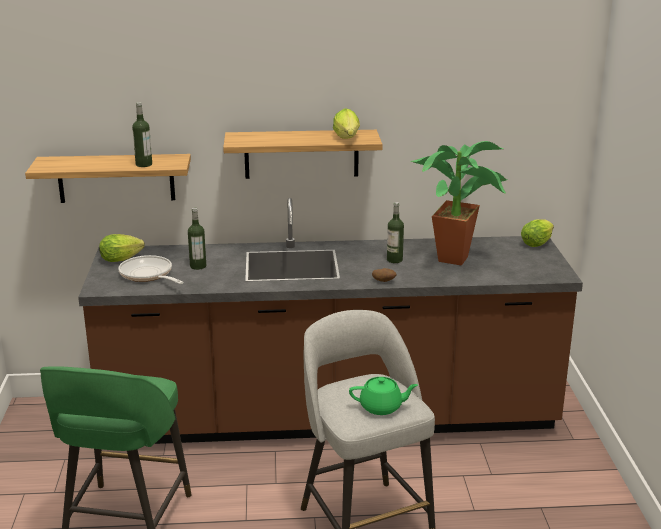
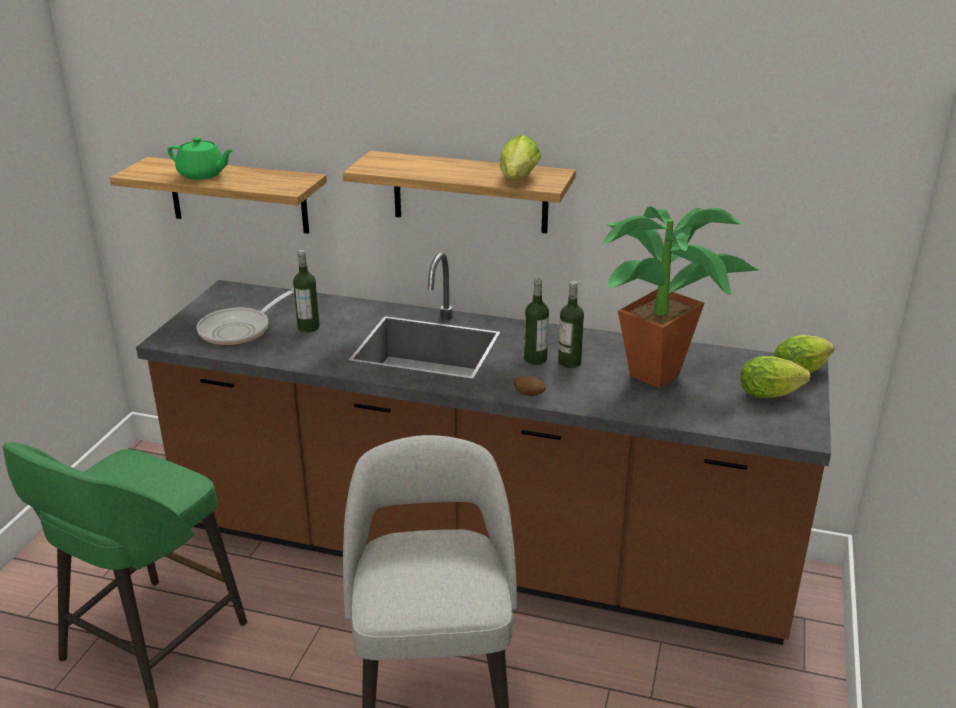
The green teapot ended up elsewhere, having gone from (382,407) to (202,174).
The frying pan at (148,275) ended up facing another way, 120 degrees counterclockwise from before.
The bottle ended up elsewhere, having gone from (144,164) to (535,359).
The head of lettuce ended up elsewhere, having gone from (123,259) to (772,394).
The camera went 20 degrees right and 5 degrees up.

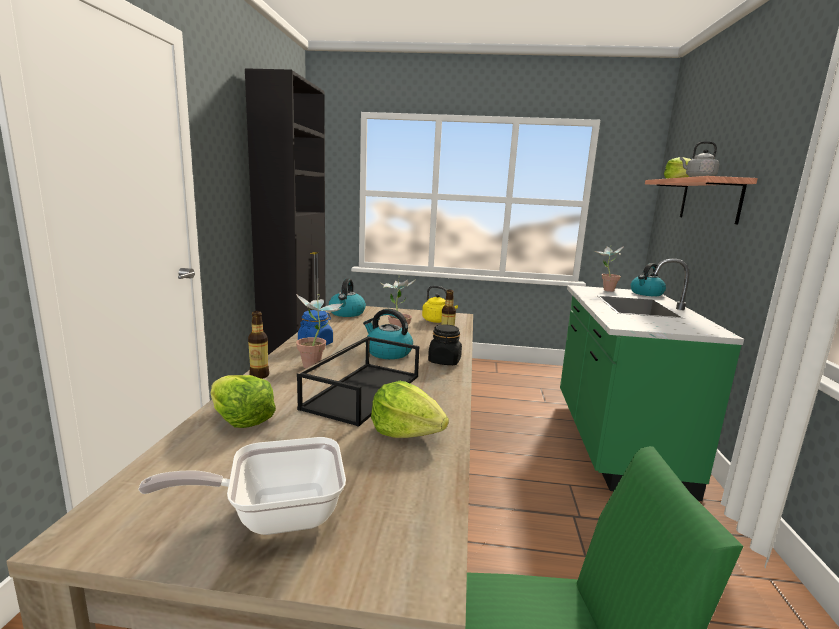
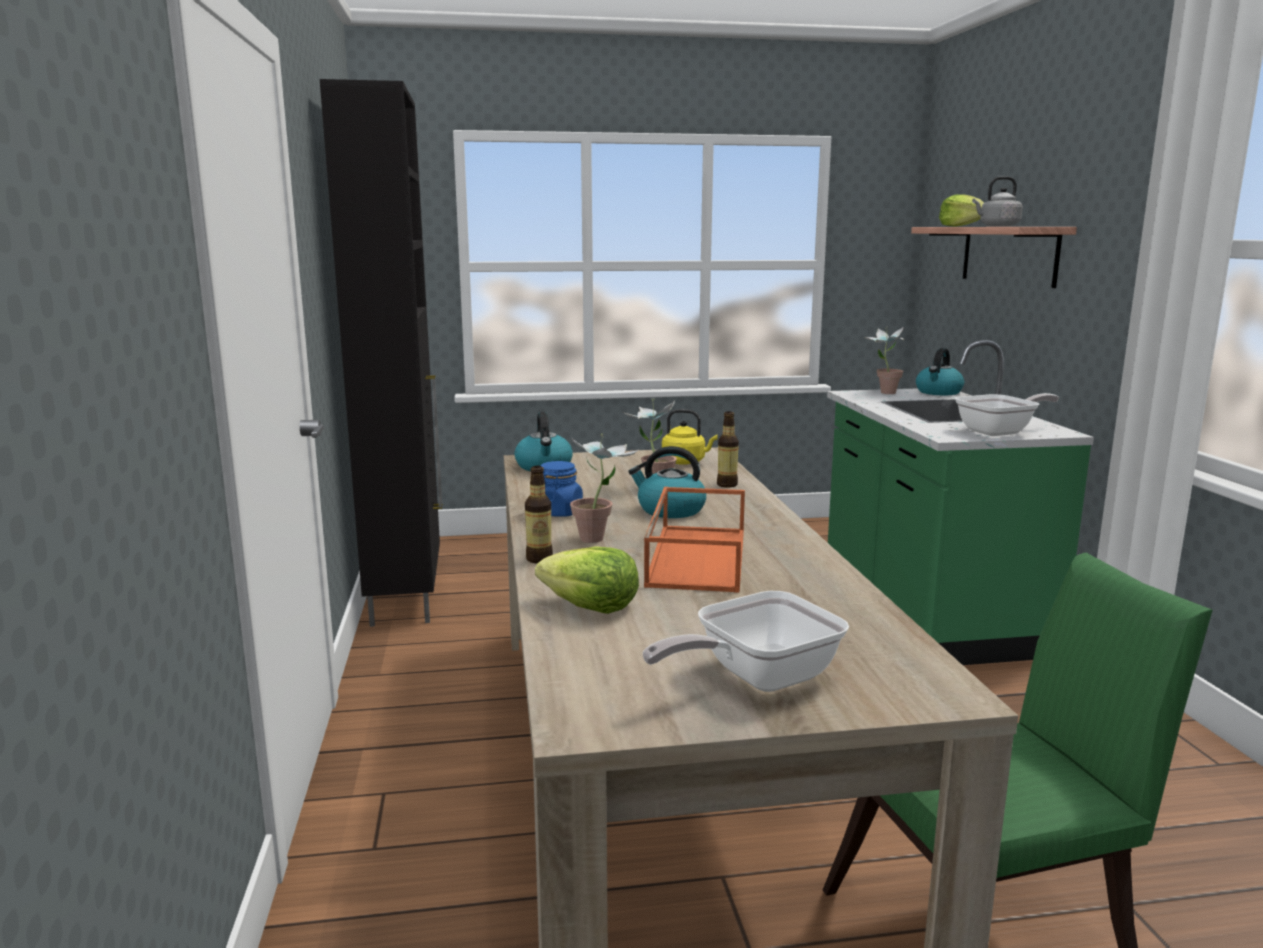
What was the black-coloured carrying tray at (362,391) turned into the orangey carrying tray at (695,557).
The second view gained the frying pan at (1000,432).
The second view lost the head of lettuce at (406,431).
The second view lost the black-coloured storage jar at (444,361).
The camera went 15 degrees left and 0 degrees up.

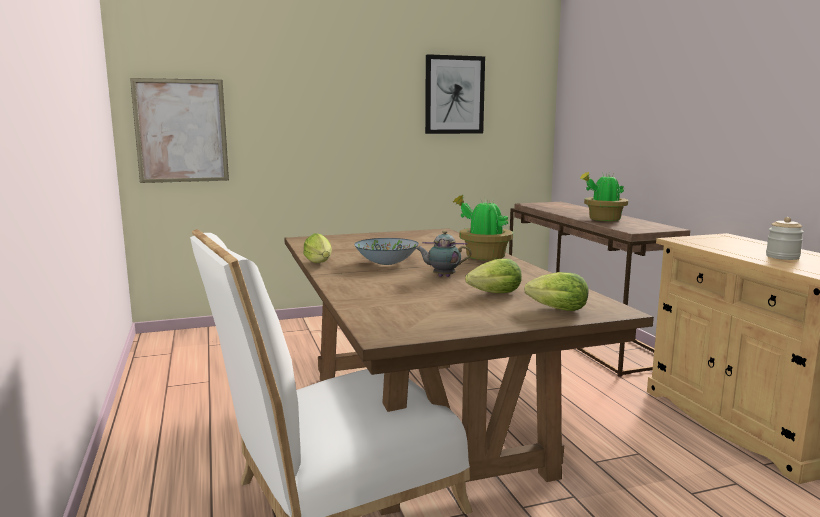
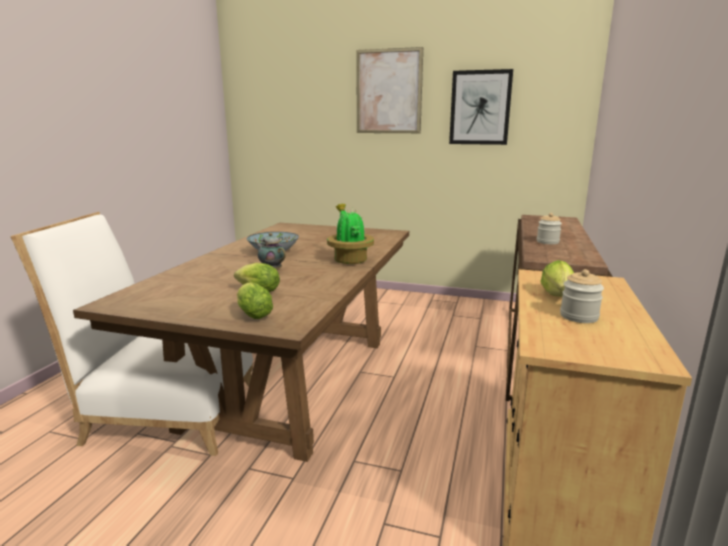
The wall art ended up elsewhere, having gone from (181,131) to (388,92).
Where the houseplant stood at (603,220), the storage jar came to stand at (547,242).
The head of lettuce ended up elsewhere, having gone from (320,263) to (558,297).
The camera went 35 degrees right and 5 degrees up.

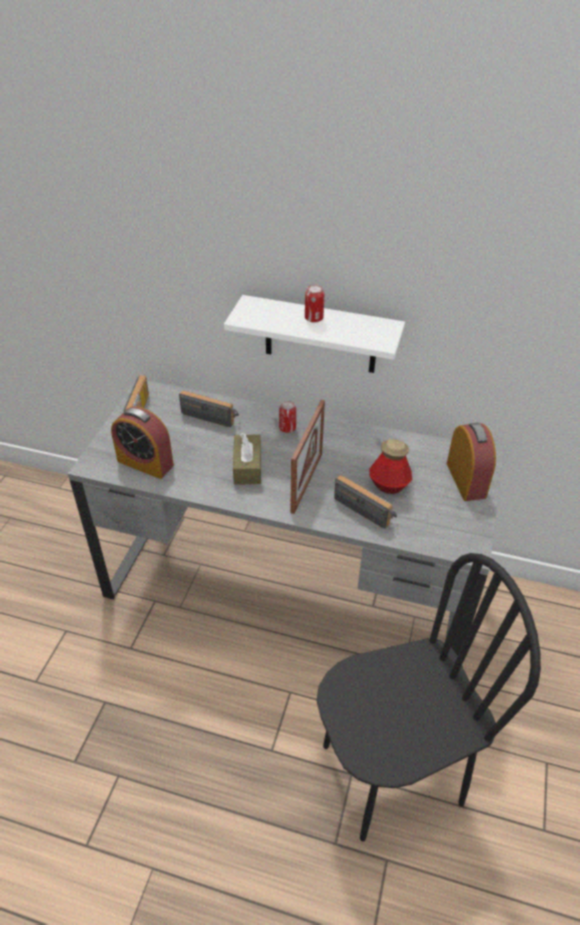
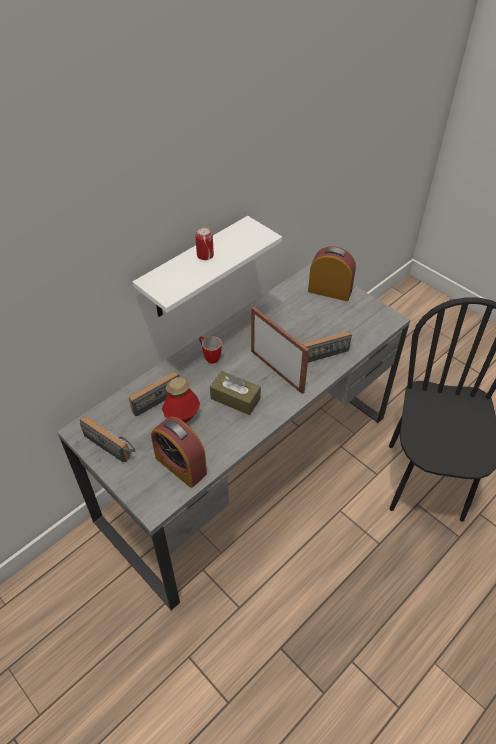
The alarm clock at (145,463) ended up facing another way, 75 degrees clockwise from before.
The bottle ended up elsewhere, having gone from (389,485) to (182,415).
Where the sealed can stood at (287,428), the coffee mug came to stand at (209,356).
The camera went 60 degrees left and 5 degrees up.

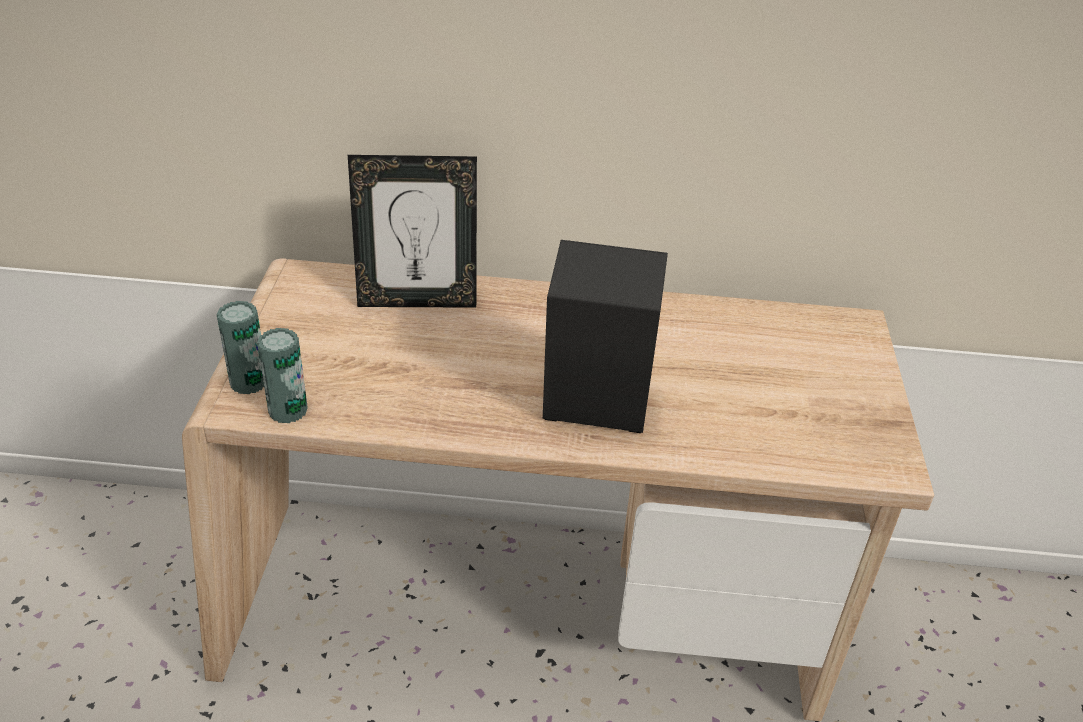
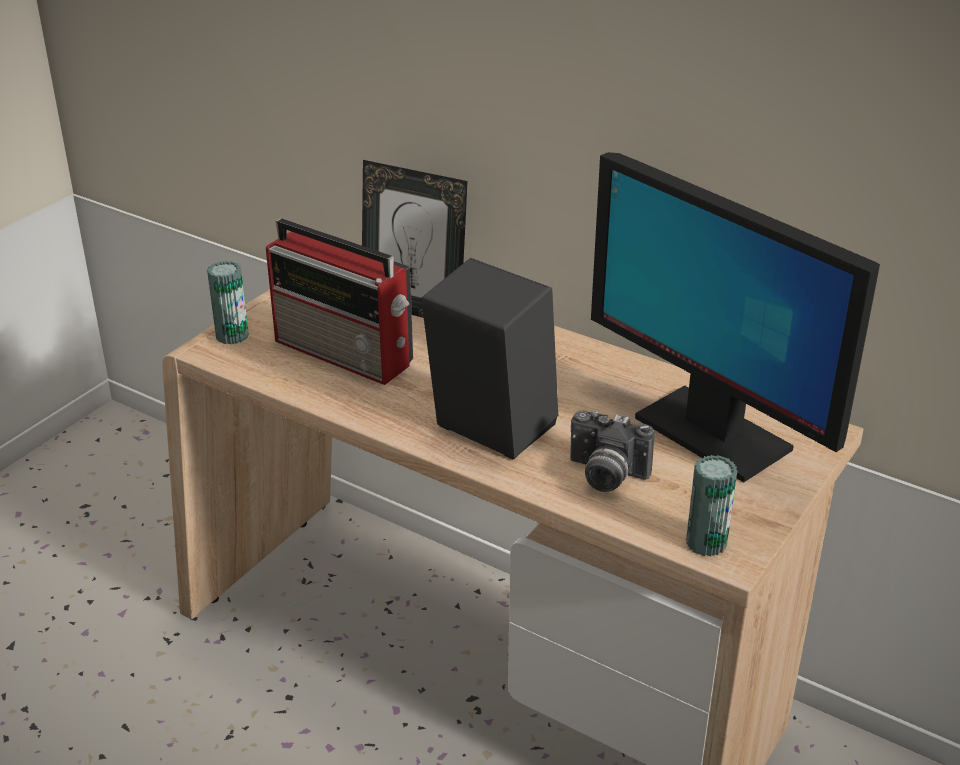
The second view gained the radio at (346,353).
The second view gained the photo camera at (605,475).
The second view gained the computer screen at (711,433).
The sealed can ended up elsewhere, having gone from (288,410) to (706,543).
The camera went 30 degrees right and 5 degrees down.

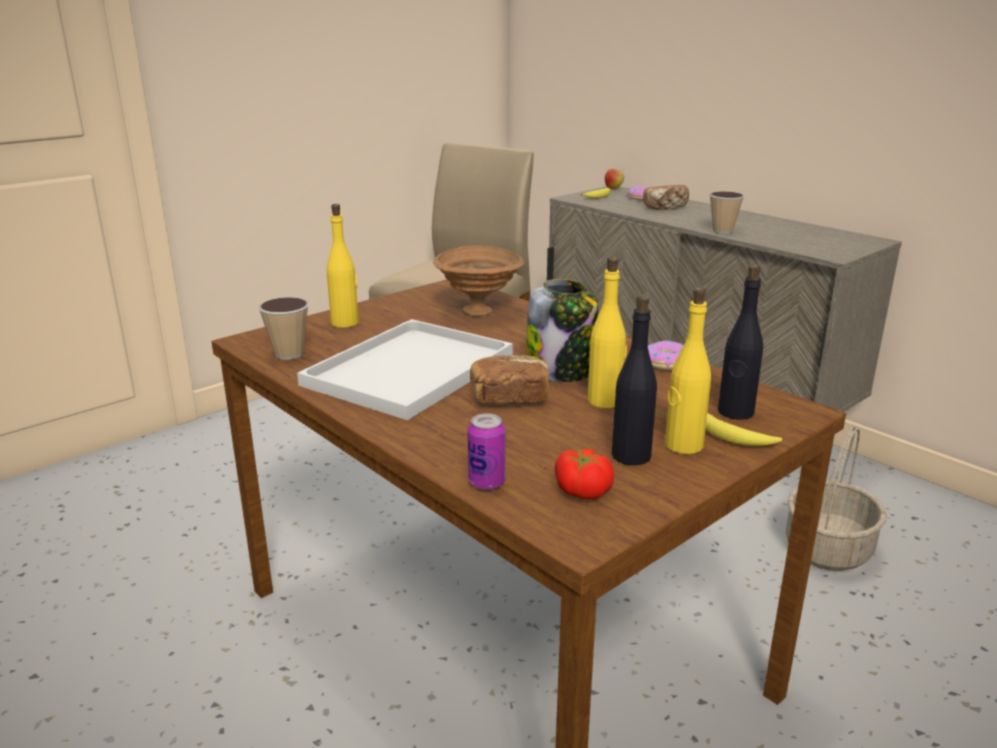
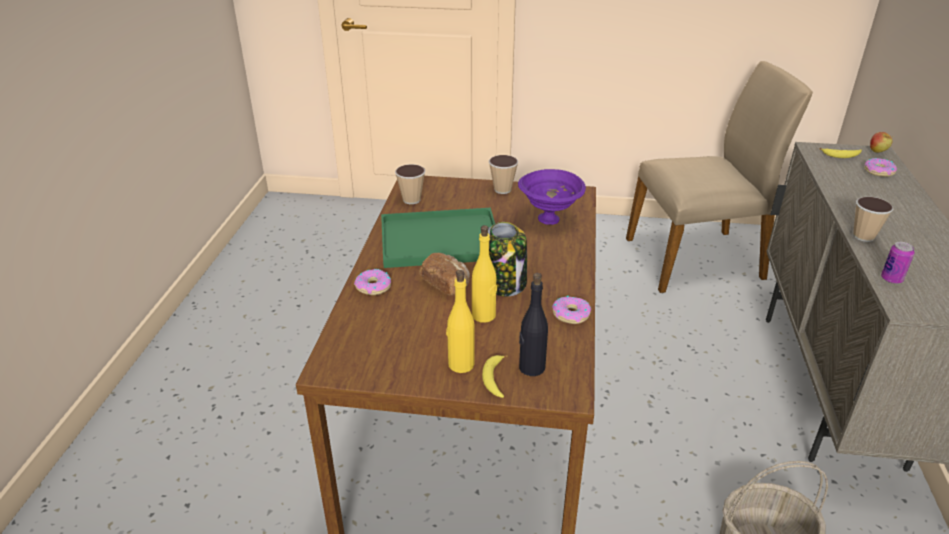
The second view gained the doughnut at (373,287).
What was the whitish carrying tray at (409,371) turned into the green carrying tray at (437,240).
The second view gained the small cup at (502,189).
What was the brown serving bowl at (480,311) turned into the purple serving bowl at (550,220).
The sealed can ended up elsewhere, having gone from (486,482) to (891,279).
The second view lost the yellowish bottle at (345,323).
The second view lost the tomato at (583,490).
The second view lost the black-coloured bottle at (631,455).
The second view lost the bread at (665,208).
The camera went 50 degrees right and 10 degrees up.

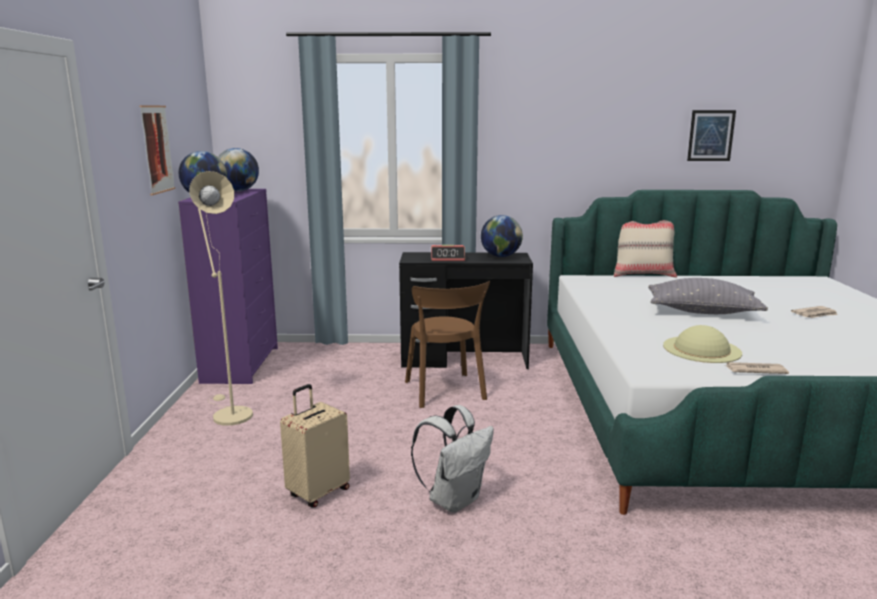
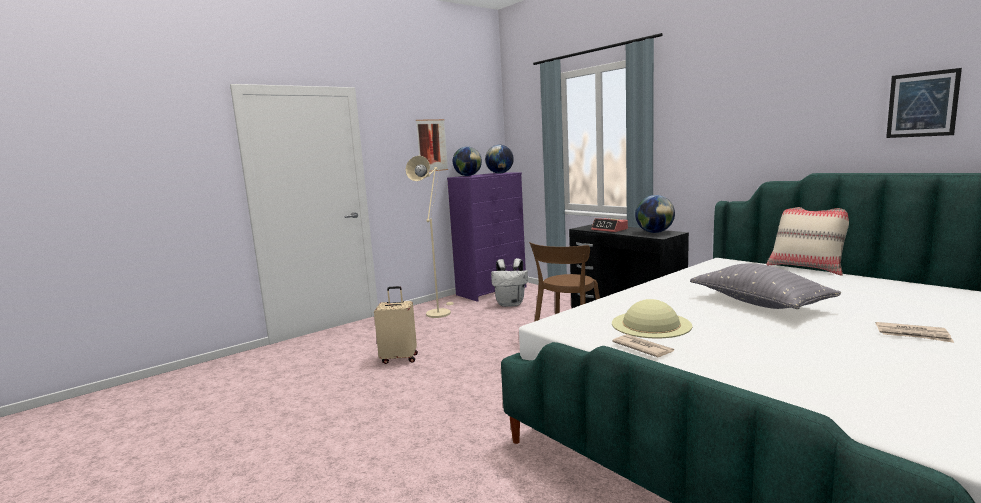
The whitish rucksack ended up elsewhere, having gone from (454,499) to (511,304).
The camera went 50 degrees right and 5 degrees down.

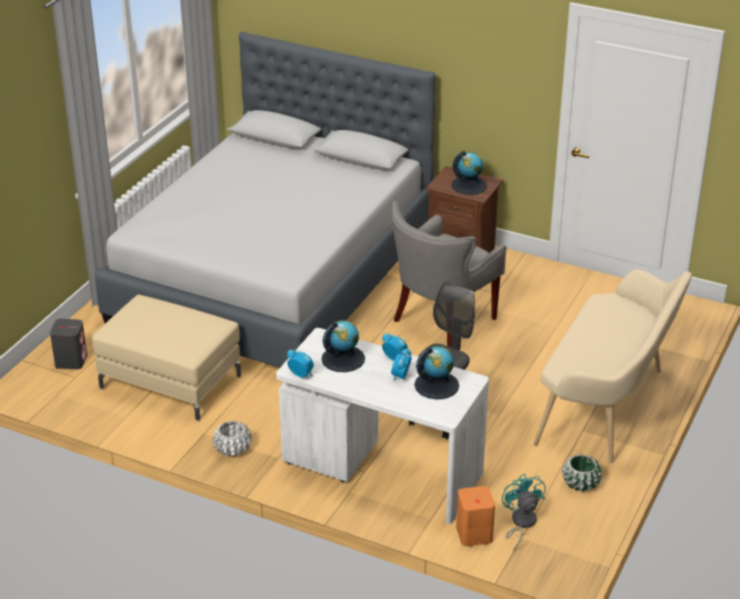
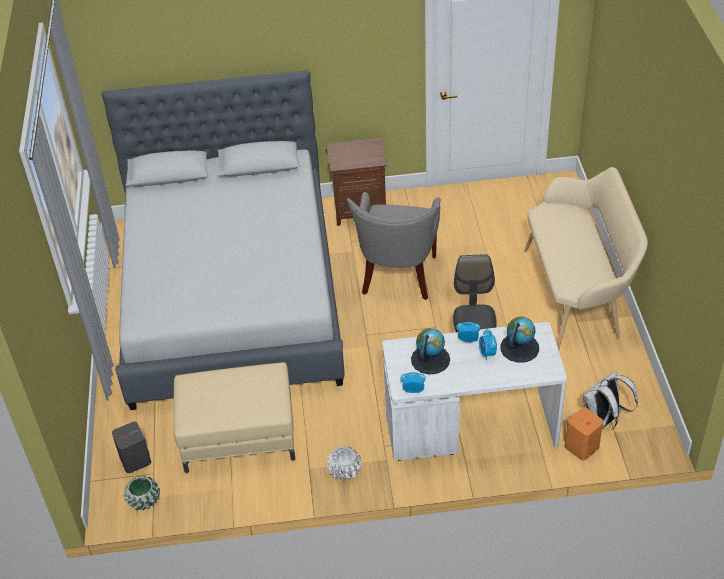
The green planter ended up elsewhere, having gone from (580,483) to (144,500).
Where the turquoise-coloured cooling fan stood at (521,523), the whitish rucksack came to stand at (604,420).
The second view lost the desk globe at (469,185).
The camera went 30 degrees left and 10 degrees up.

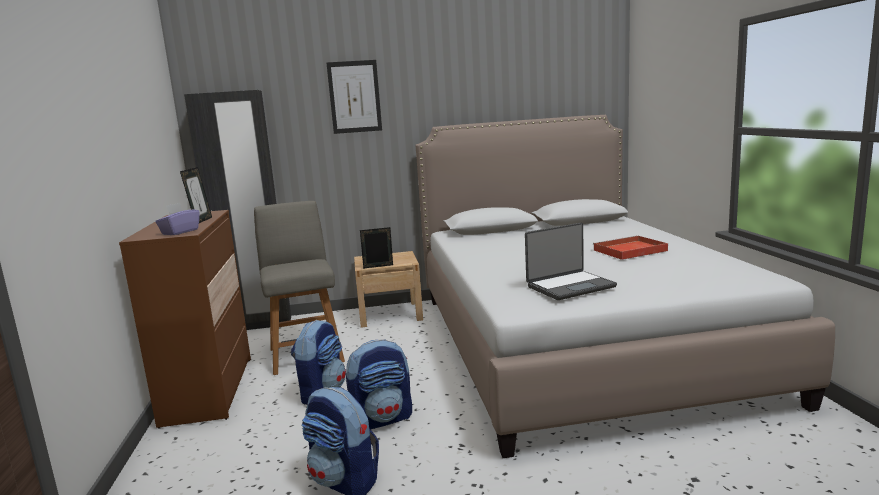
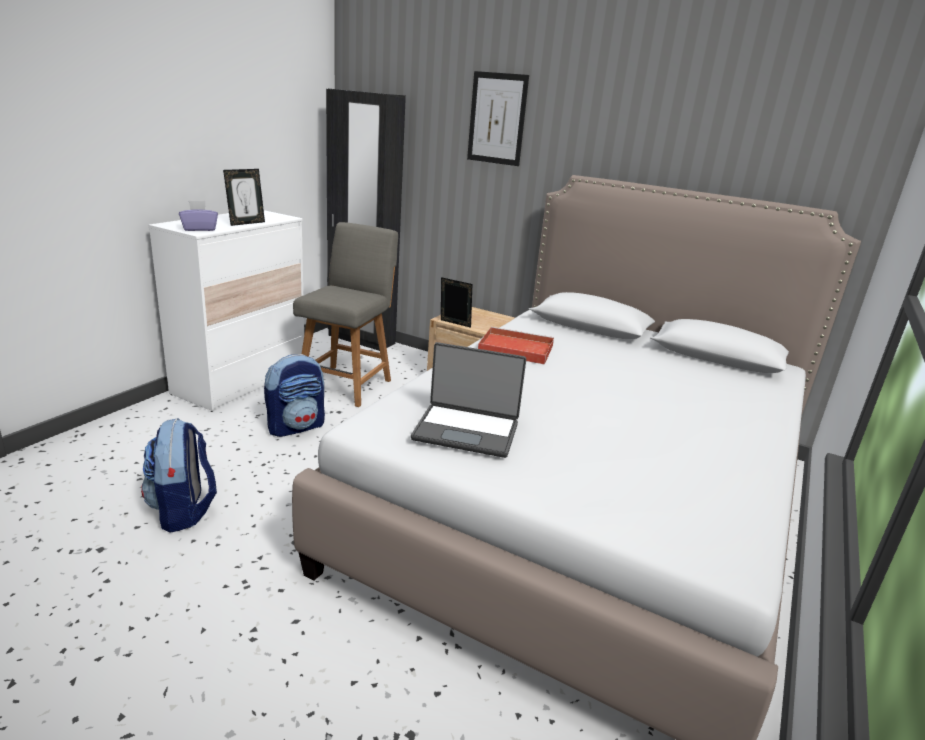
What was the brown dresser at (209,390) turned into the whitish dresser at (241,381).
The red carrying tray ended up elsewhere, having gone from (629,251) to (514,348).
The second view lost the rucksack at (382,419).
The camera went 35 degrees right and 10 degrees up.

